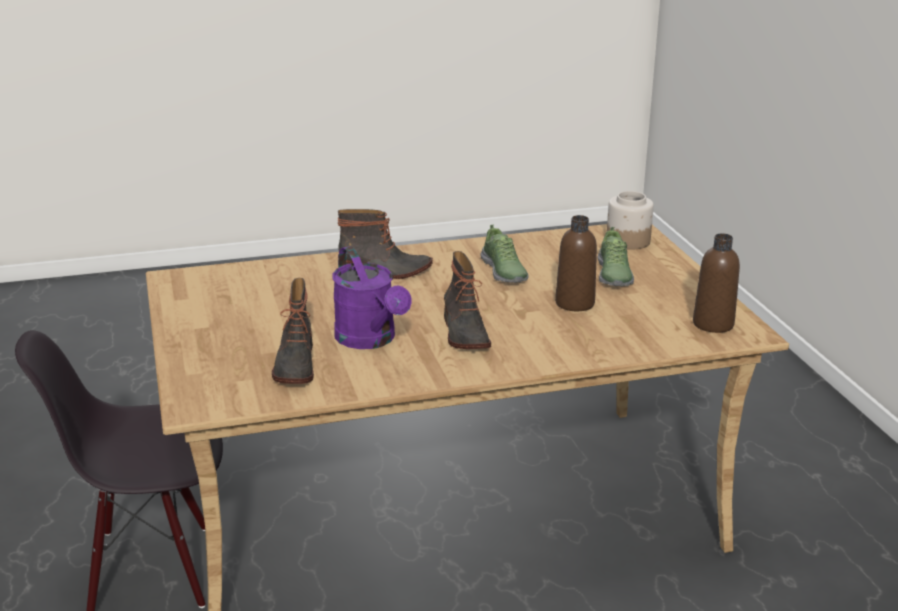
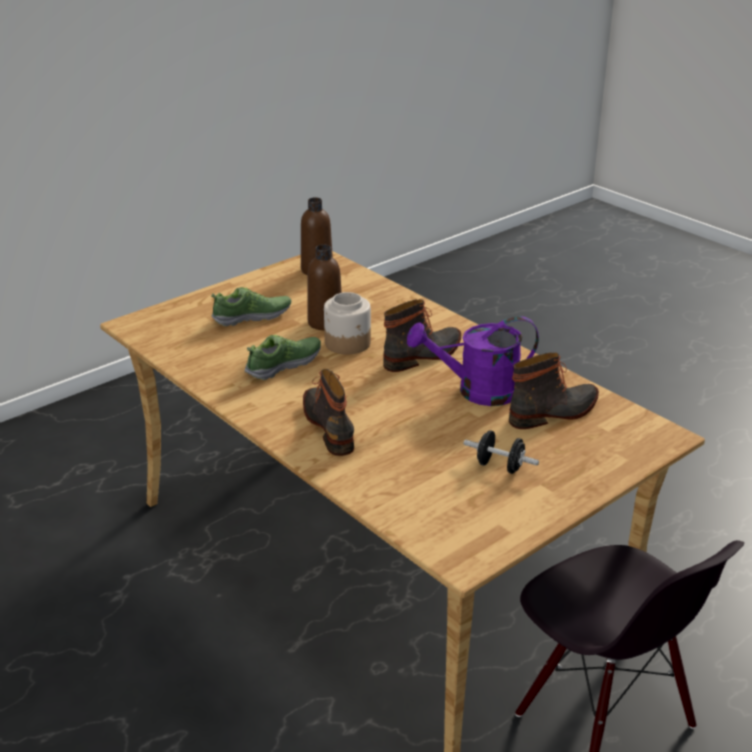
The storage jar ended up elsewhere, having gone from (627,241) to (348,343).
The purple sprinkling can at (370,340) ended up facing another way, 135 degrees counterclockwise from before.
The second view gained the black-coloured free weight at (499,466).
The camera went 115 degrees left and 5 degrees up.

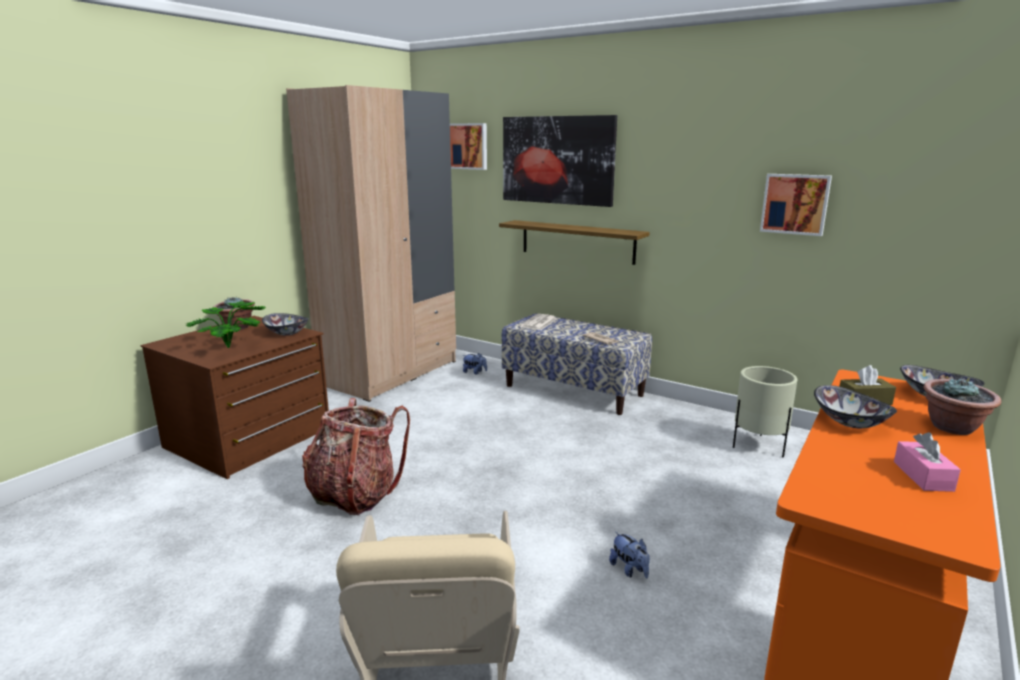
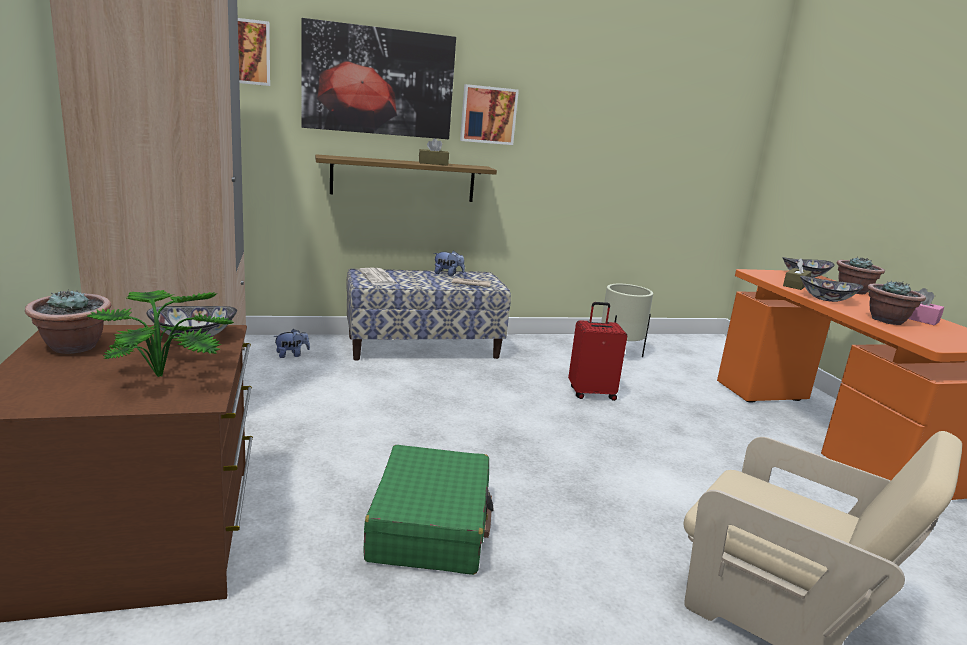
Where the rucksack stood at (355,494), the green piece of luggage came to stand at (431,525).
The second view gained the brown tissue box at (433,163).
The plush toy ended up elsewhere, having gone from (629,570) to (448,274).
The wall art ended up elsewhere, having gone from (795,204) to (488,115).
The second view gained the red piece of luggage at (591,393).
The second view gained the houseplant at (887,320).
The camera went 50 degrees left and 0 degrees up.

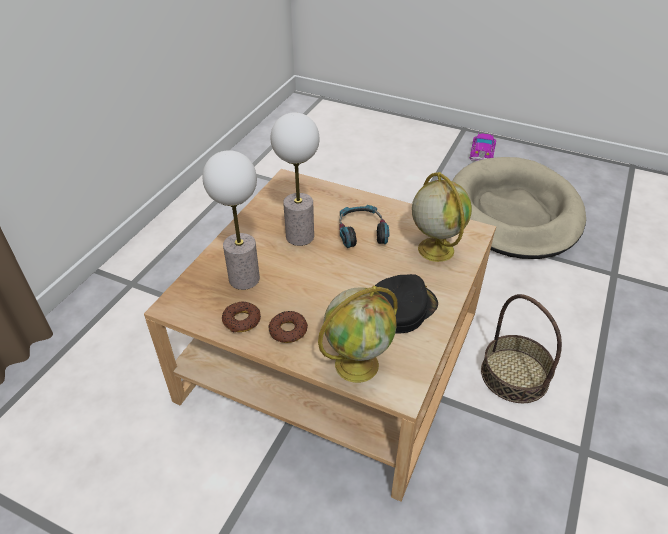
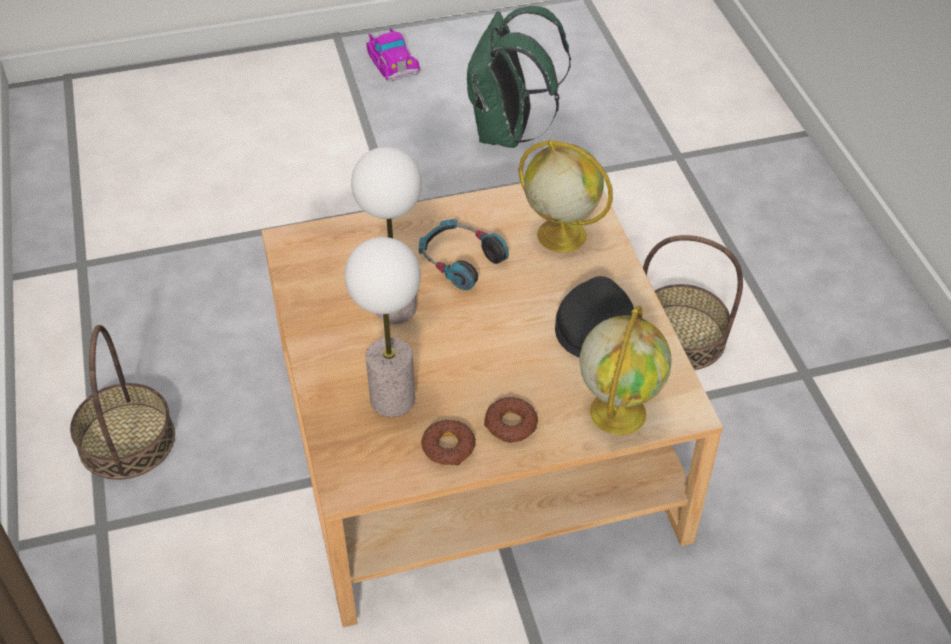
The second view gained the household basket at (126,440).
Where the sand-coloured pet bed stood at (513,212), the green rucksack came to stand at (508,133).
The camera went 40 degrees left and 5 degrees up.

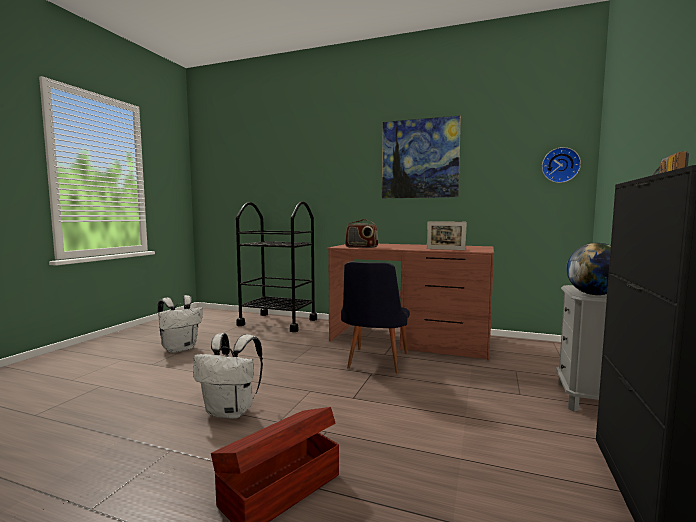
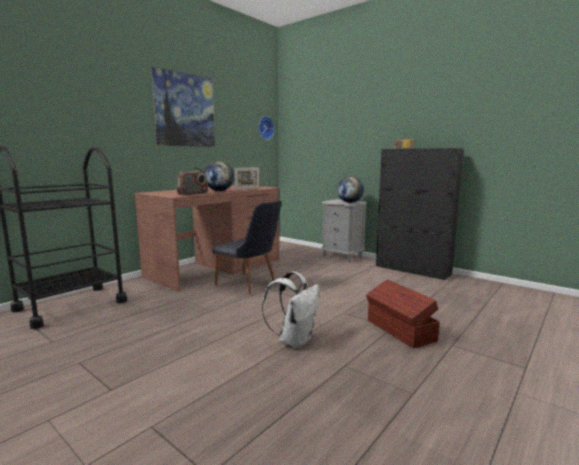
The second view gained the desk globe at (219,191).
The second view lost the whitish rucksack at (180,348).
The camera went 70 degrees left and 5 degrees up.

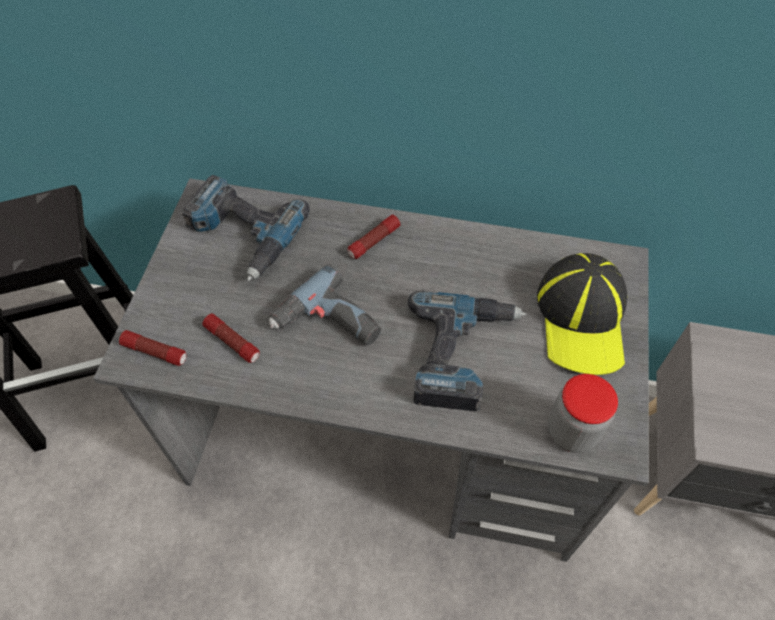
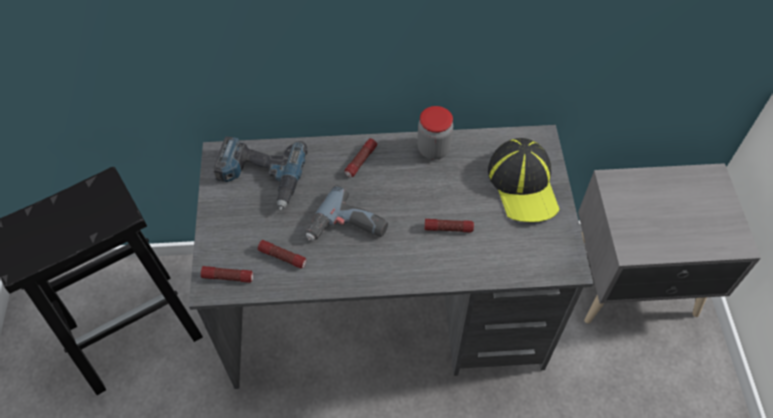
The storage jar ended up elsewhere, having gone from (572,431) to (433,149).
Where the drill stood at (461,355), the hand torch came to stand at (448,228).
The camera went 15 degrees left and 0 degrees up.

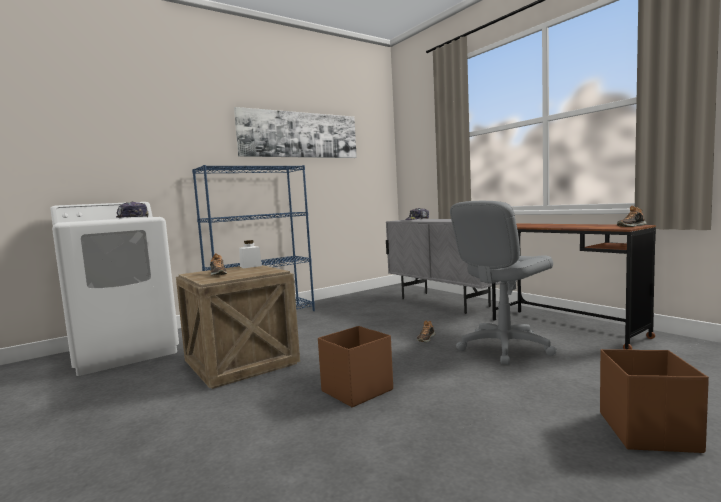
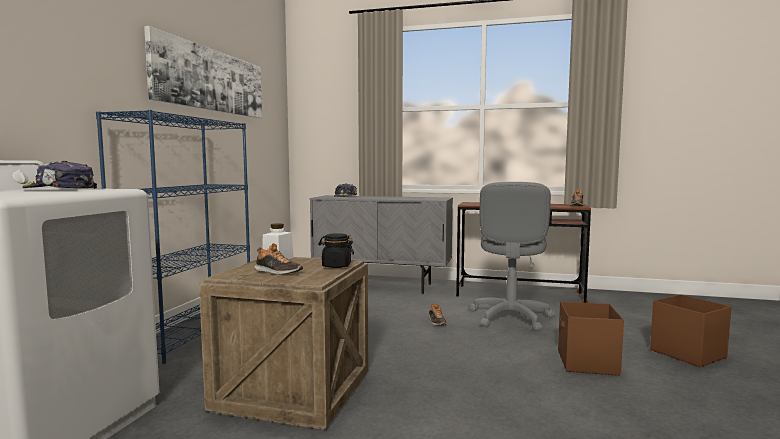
The second view gained the black-coloured storage jar at (336,266).
The brown storage bin ended up elsewhere, having gone from (356,390) to (587,363).
The camera went 40 degrees left and 0 degrees up.

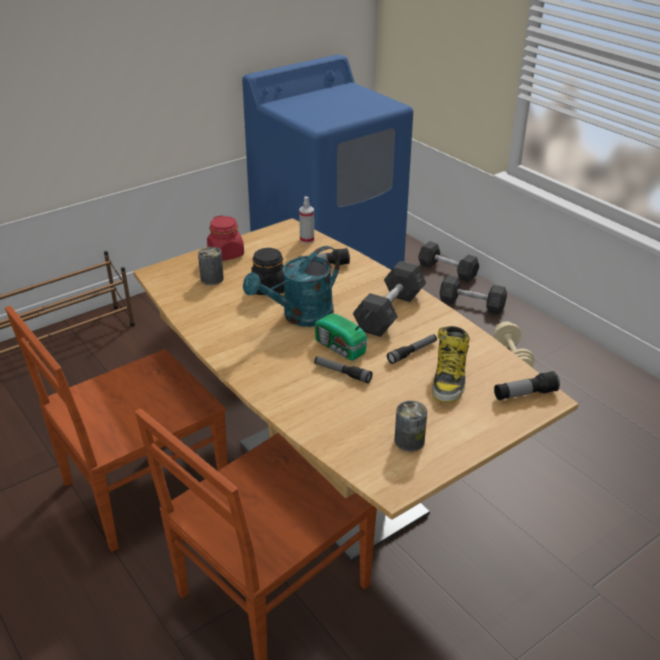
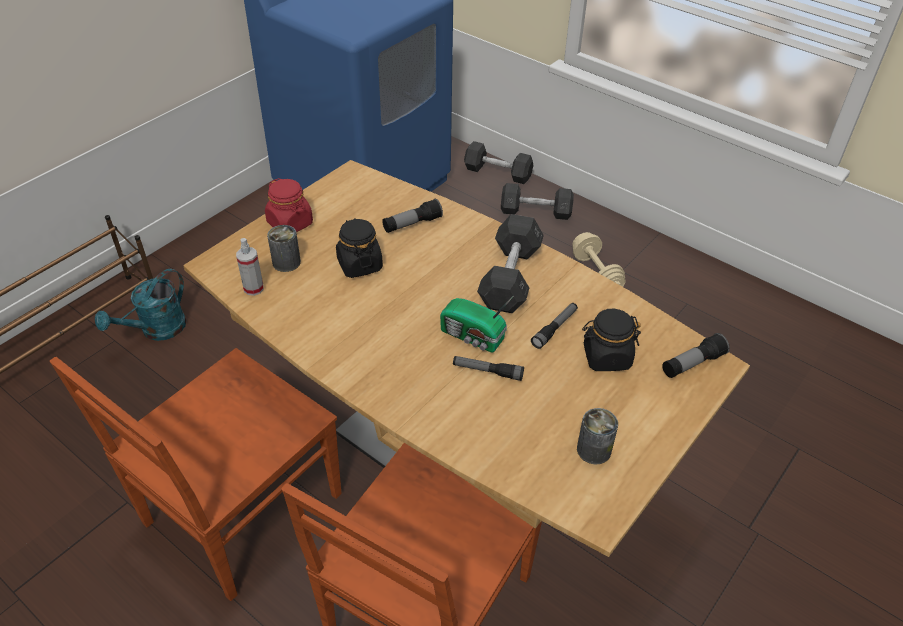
The turquoise-coloured sprinkling can ended up elsewhere, having gone from (300,317) to (156,330).
The spray bottle ended up elsewhere, having gone from (307,240) to (253,288).
Where the high-top boot stood at (449,378), the black-coloured storage jar came to stand at (606,357).
The camera went 15 degrees left and 10 degrees up.

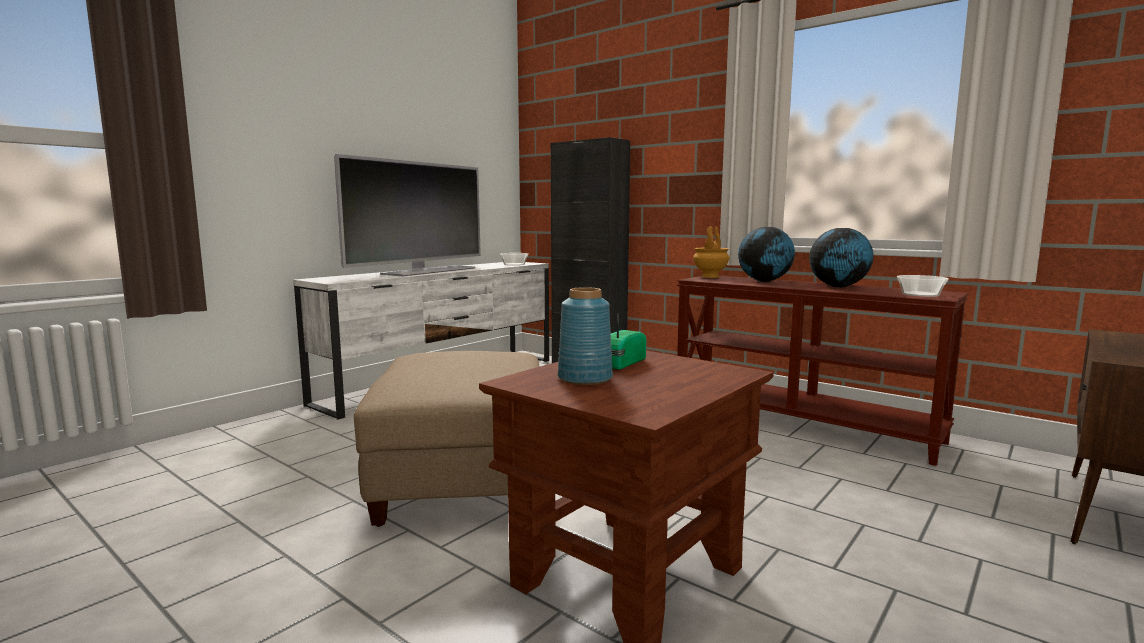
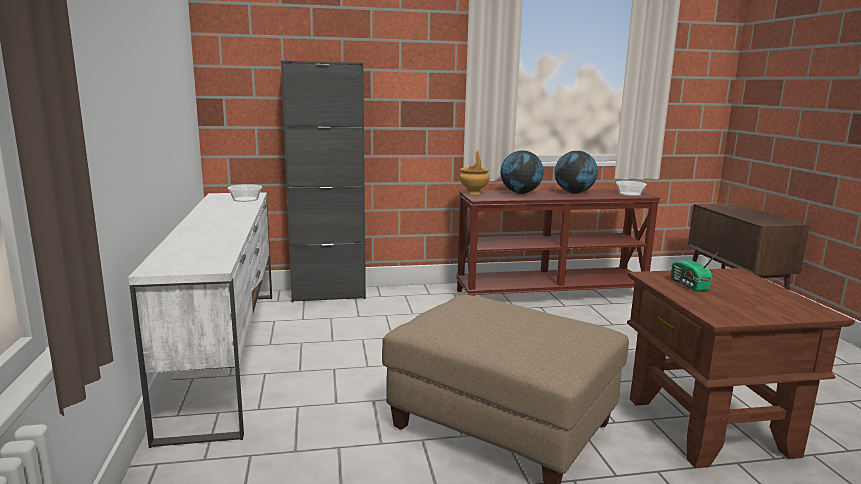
The second view lost the TV at (428,271).
The second view lost the bluish flower vase at (584,379).
The camera went 50 degrees left and 5 degrees up.

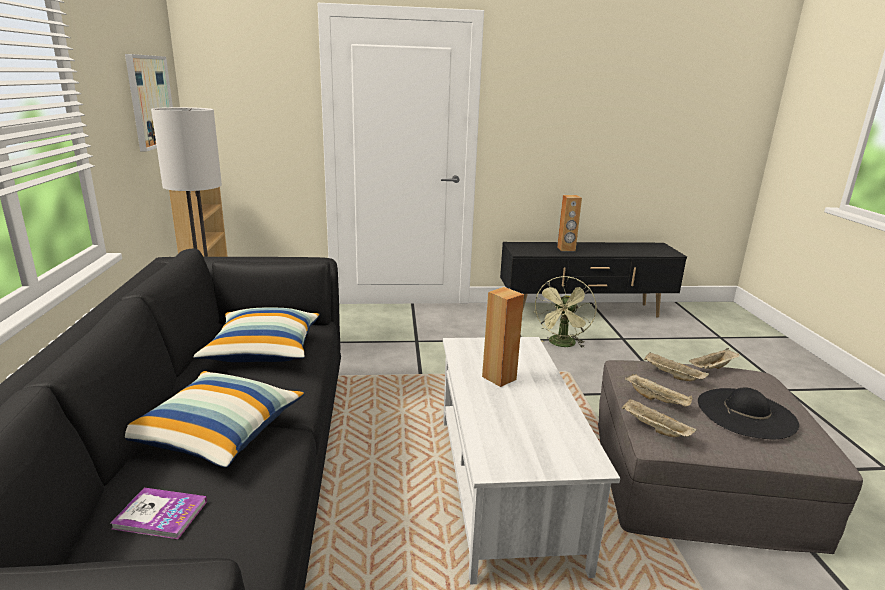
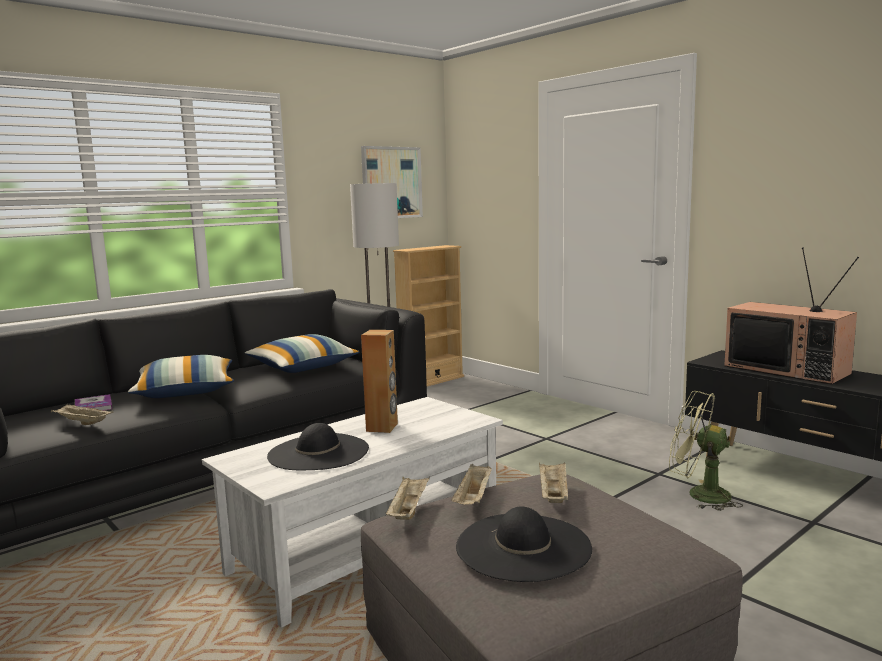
The sand-coloured carrying tray ended up elsewhere, having gone from (712,368) to (82,423).
The second view gained the black-coloured wearable hat at (318,452).
The green cooling fan at (562,345) ended up facing another way, 45 degrees clockwise from before.
Where the brown loudspeaker stood at (566,249), the TV came to stand at (788,370).
The camera went 55 degrees right and 10 degrees down.

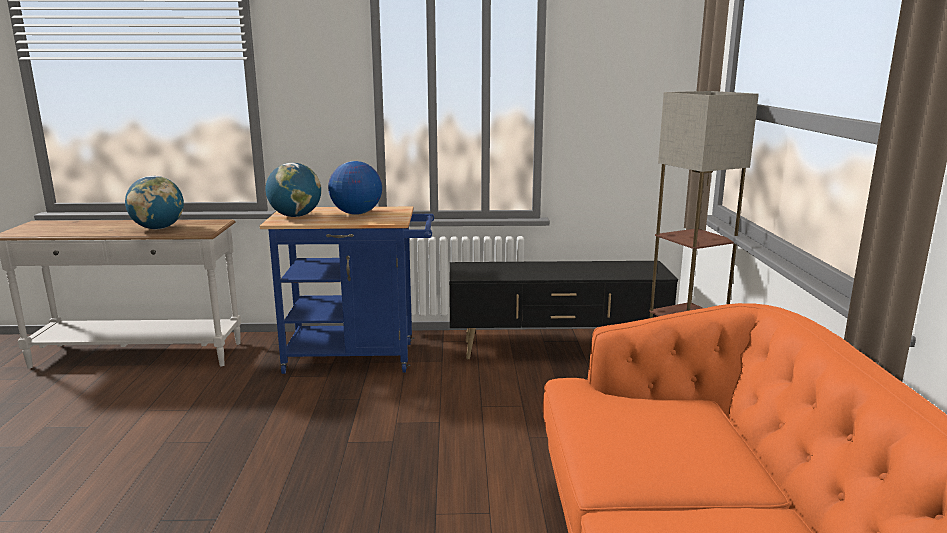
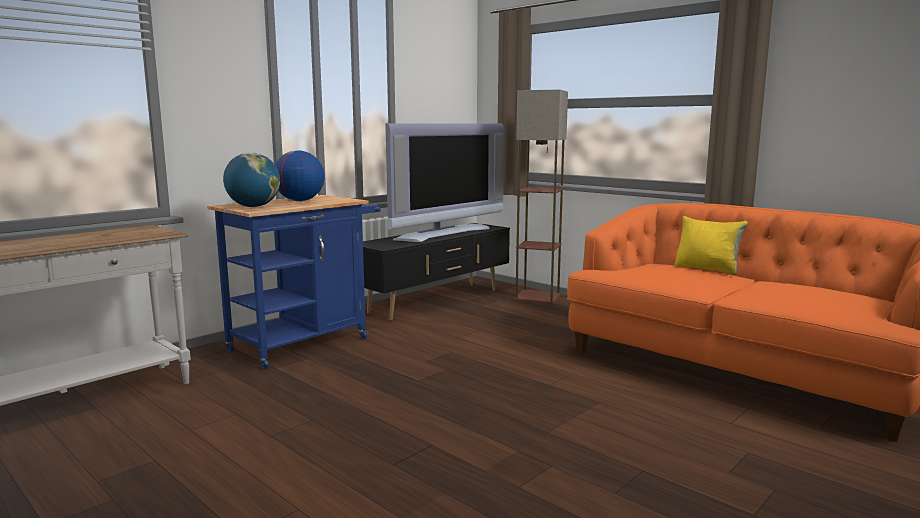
The second view gained the TV at (443,233).
The second view gained the yellowish cushion at (707,269).
The second view lost the desk globe at (158,228).
The camera went 45 degrees left and 5 degrees down.

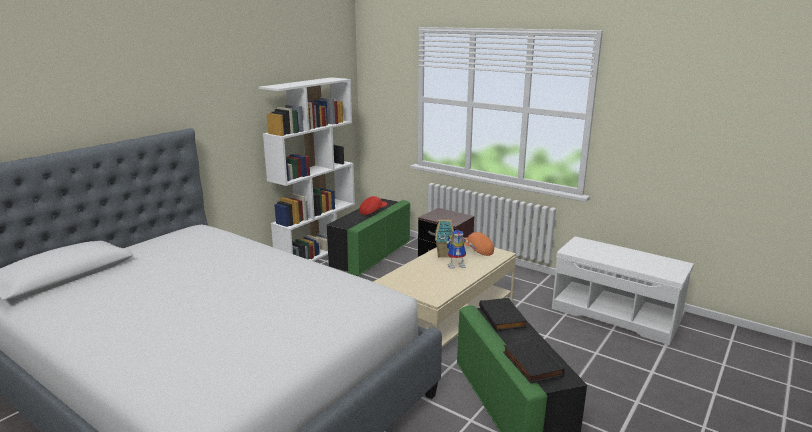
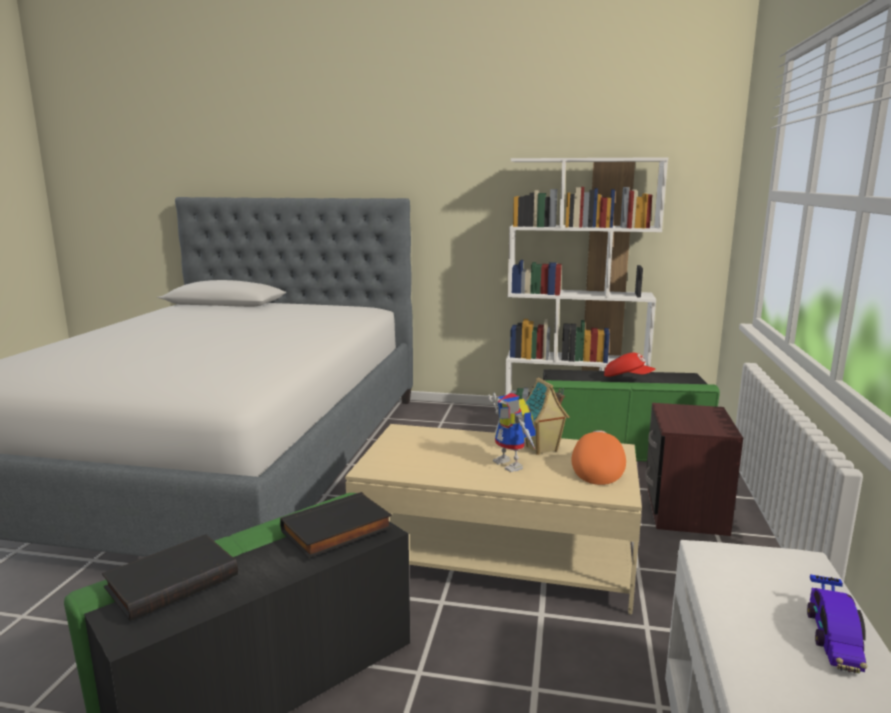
The second view gained the toy car at (834,636).
The camera went 65 degrees right and 5 degrees down.

